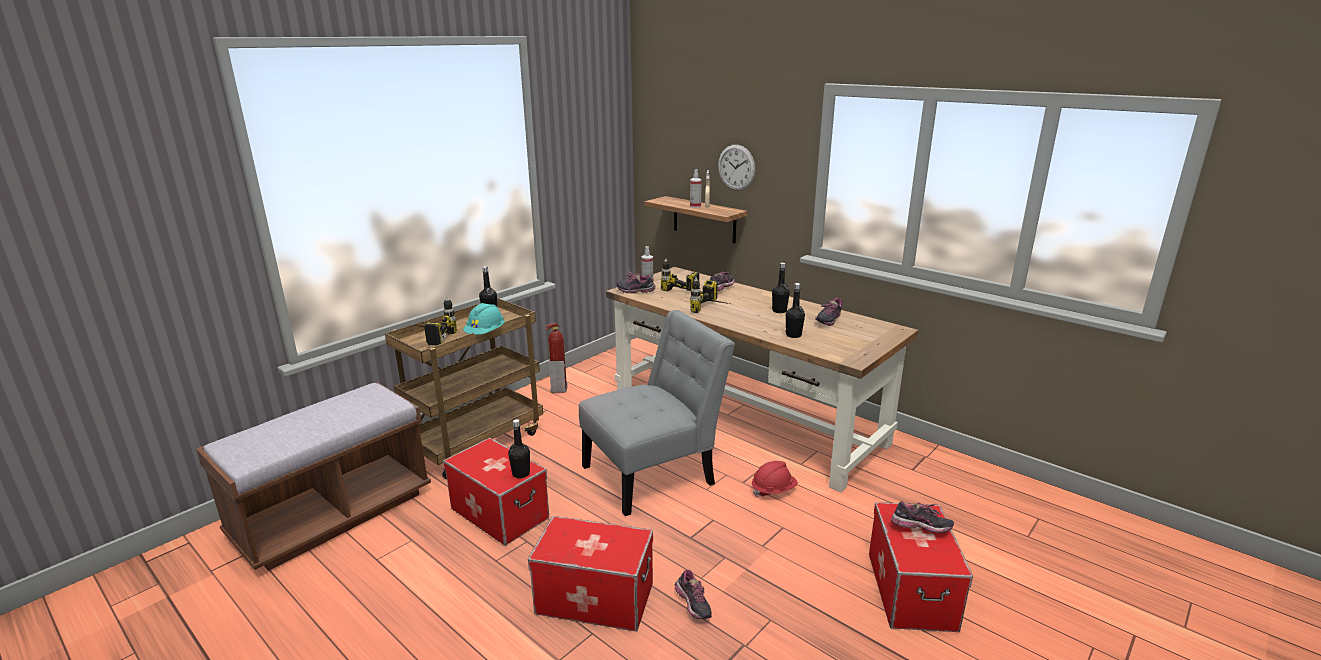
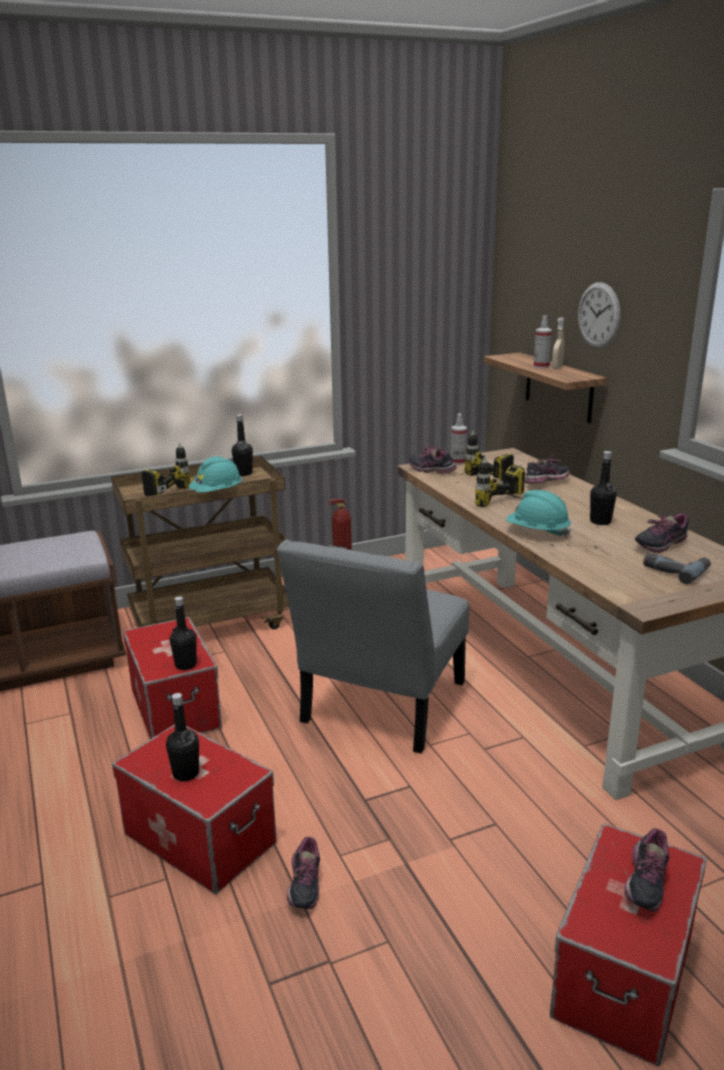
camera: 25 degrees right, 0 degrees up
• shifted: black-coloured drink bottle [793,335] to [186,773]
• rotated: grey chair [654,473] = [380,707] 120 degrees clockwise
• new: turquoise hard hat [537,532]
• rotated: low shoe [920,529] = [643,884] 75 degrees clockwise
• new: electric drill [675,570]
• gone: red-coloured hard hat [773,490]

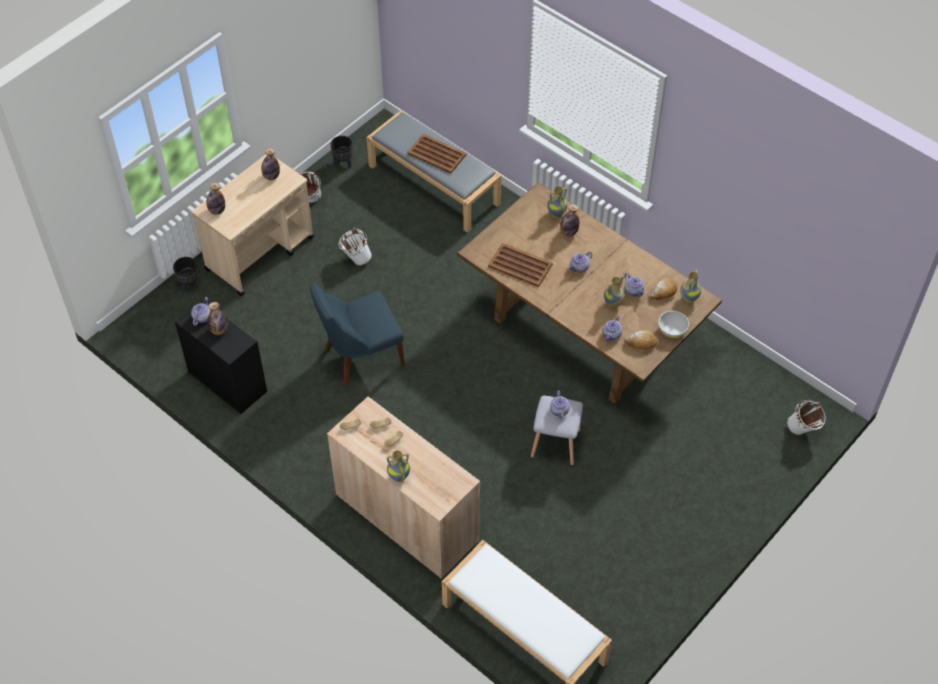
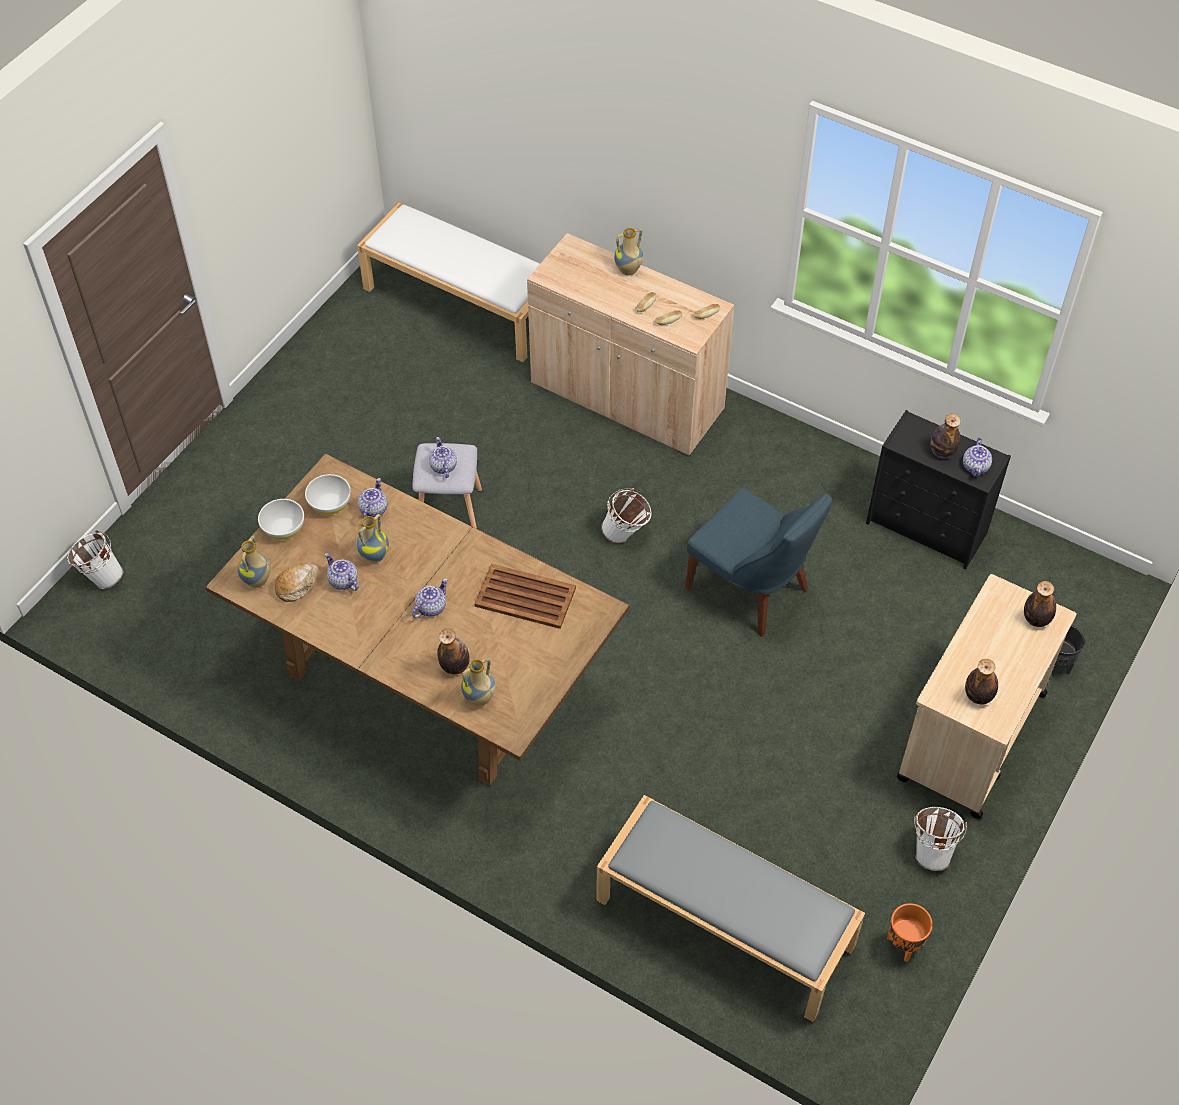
camera: 170 degrees right, 0 degrees up
• swapped: baked bread [641,343] to whitish serving bowl [330,503]
• shifted: whitish bucket [355,258] to [626,534]
• rotated: blue-coloured chair [361,357] = [751,590] 75 degrees clockwise
• repainted: black-coloured planter [343,163] to orange-coloured planter [903,945]
• gone: brown-coloured tray [436,154]

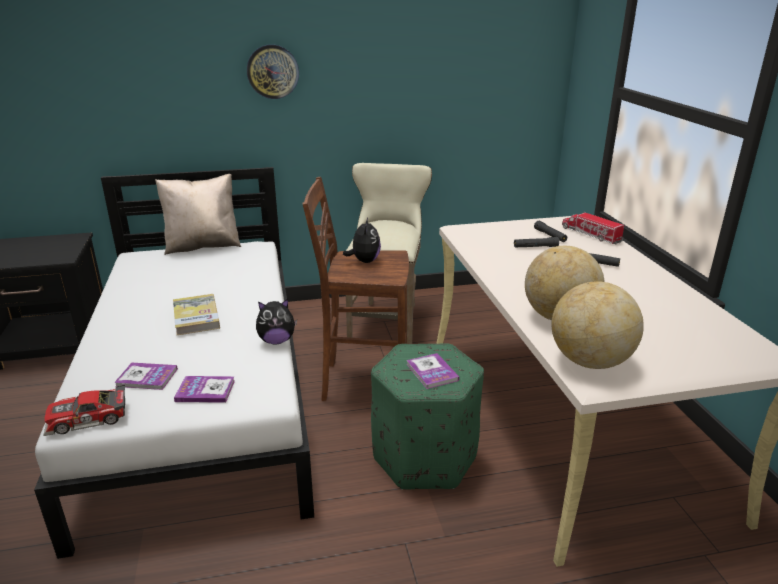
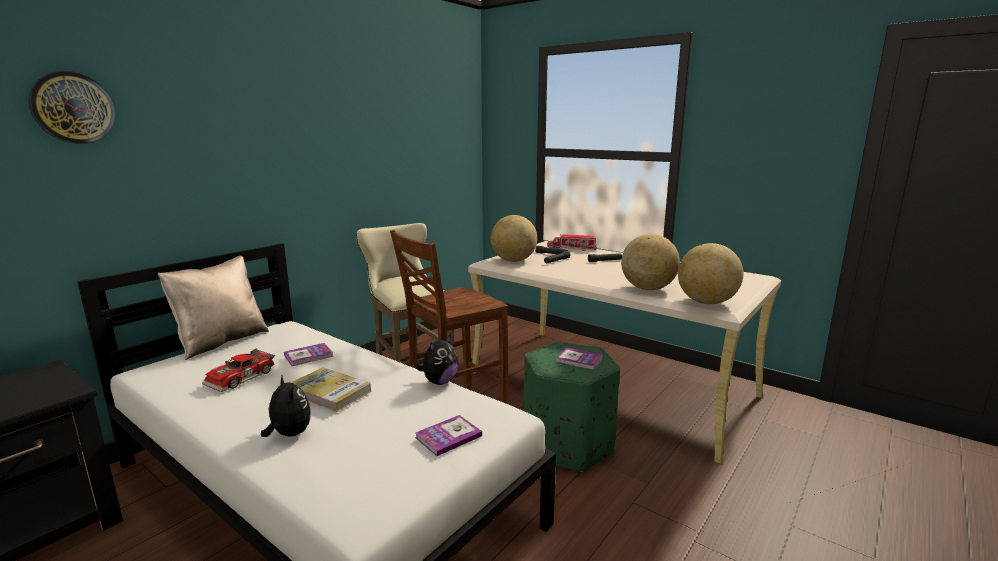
camera: 40 degrees left, 10 degrees down
• shifted: clock on the wall [273,71] to [73,108]
• shifted: model car [88,420] to [242,378]
• shifted: plush toy [364,261] to [289,434]
• shifted: volume [147,377] to [308,356]
• new: world globe [513,261]

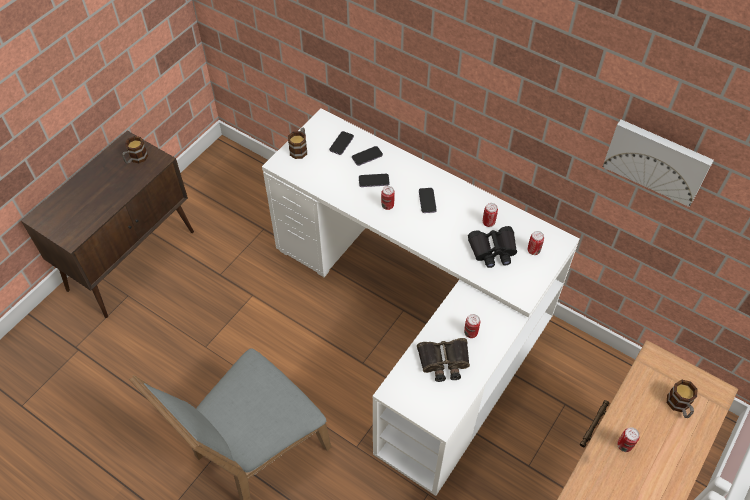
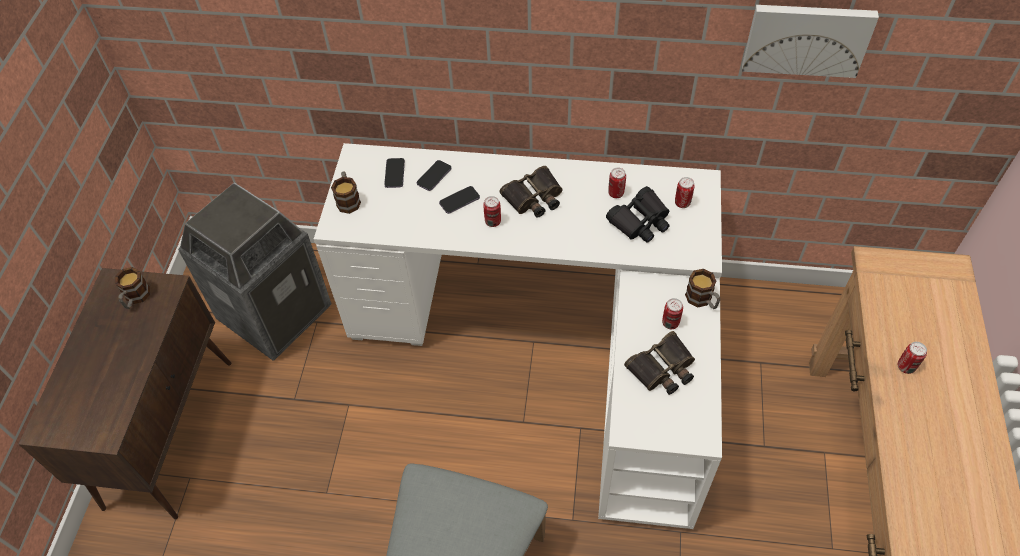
camera: 25 degrees left, 0 degrees up
• new: trash can [275,312]
• swapped: telephone [427,201] to pair of binoculars [534,198]
• shifted: tea mug [679,406] to [702,300]

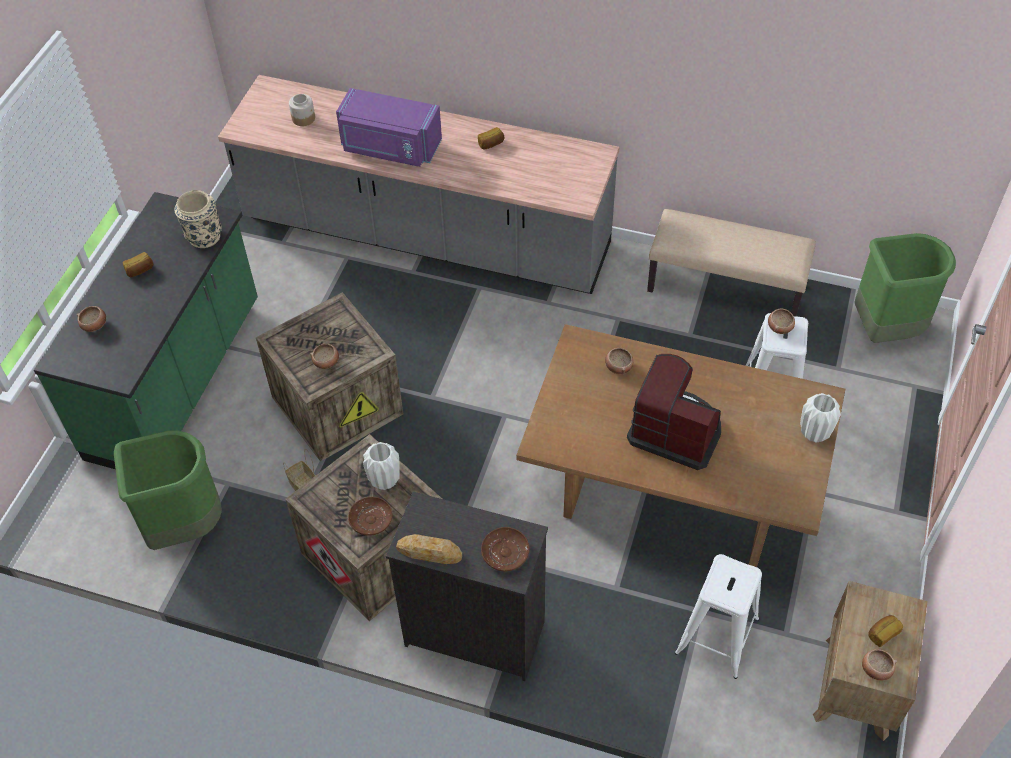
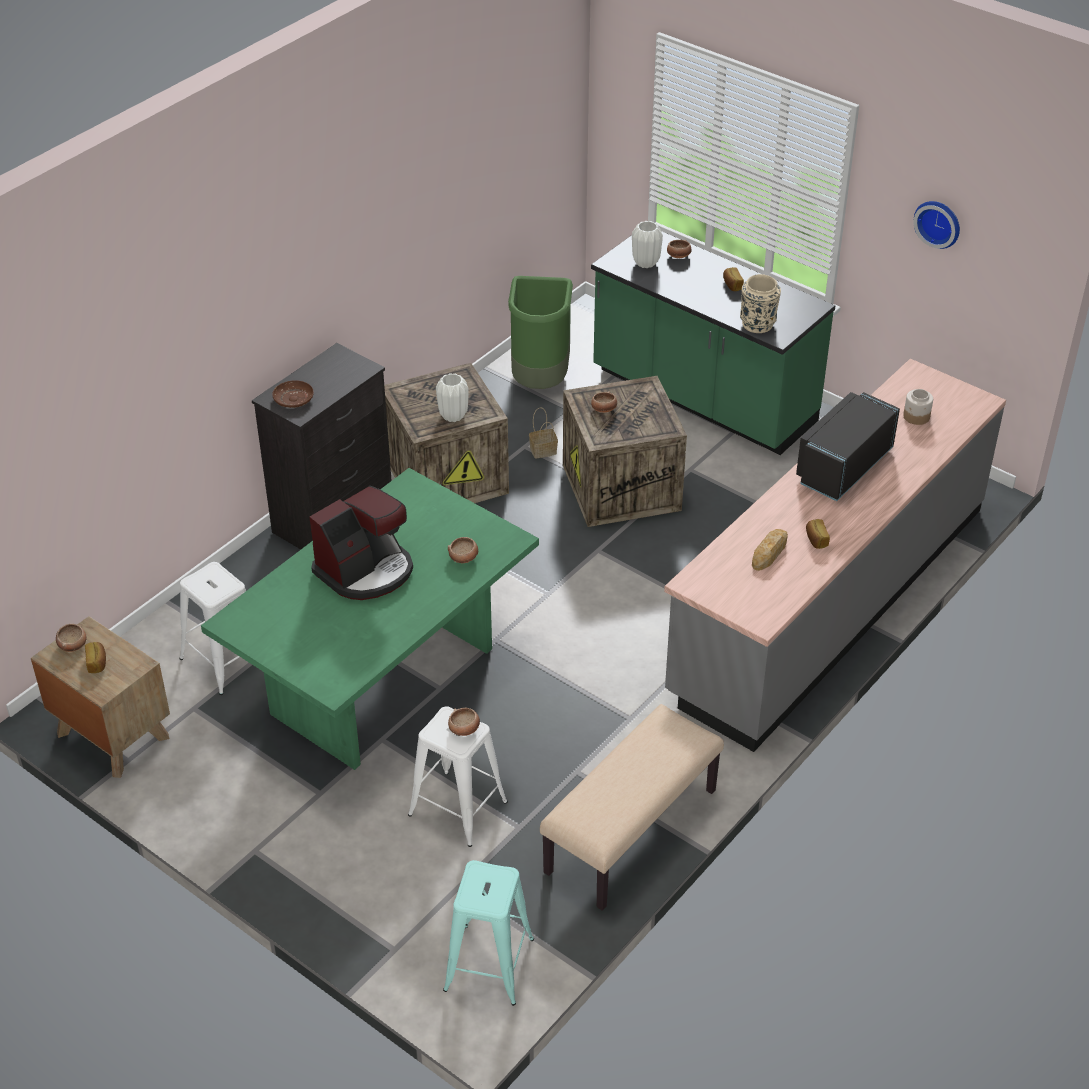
camera: 110 degrees right, 10 degrees down
• repainted: brown-coloured dining table [669,497] to greenish dining table [382,680]
• swapped: greenish trash can [887,329] to turquoise stool seat [489,964]
• shifted: whitish flower vase [814,433] to [646,263]
• shifted: baked bread [429,552] to [770,552]
• repainted: purple microwave [390,148] to black-coloured microwave [842,466]
• new: clock on the wall [938,222]
• gone: brown-coloured dinner plate [371,520]

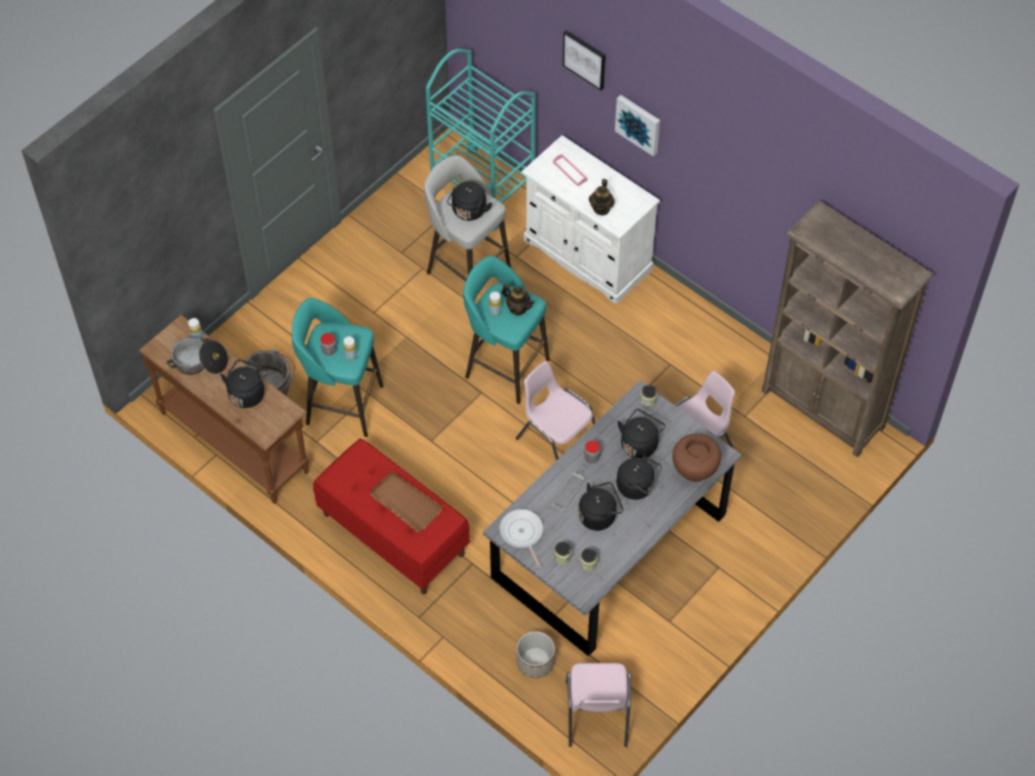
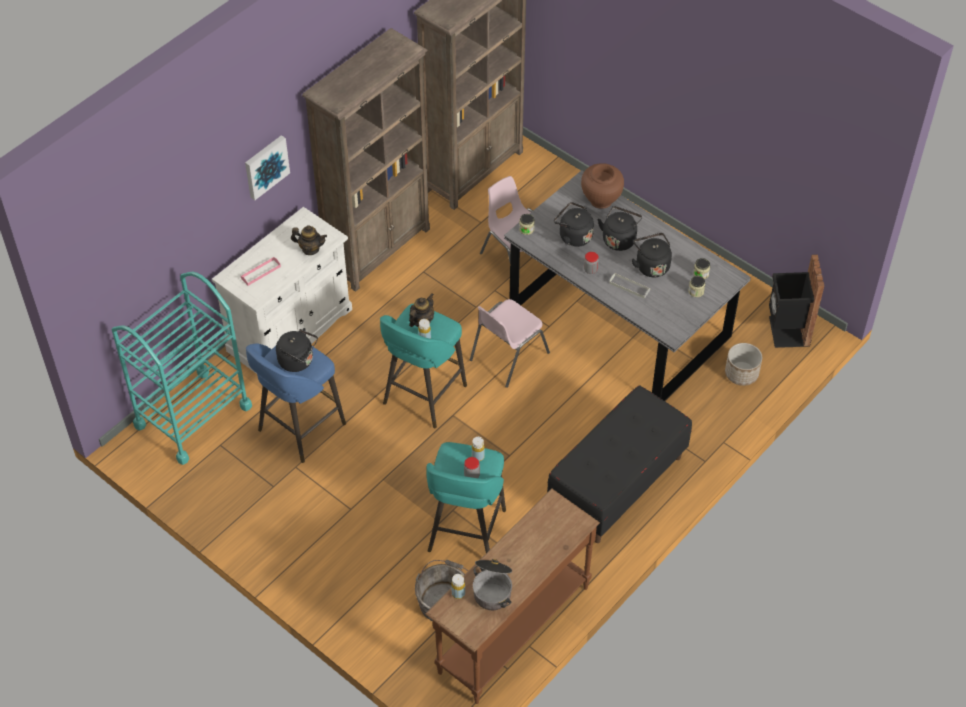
camera: 90 degrees left, 5 degrees down
• repainted: grey stool seat [466,269] to blue-coloured stool seat [299,428]
• new: brown-coloured shelving unit [378,249]
• repainted: red-coloured long seat [393,534] to black-coloured long seat [617,484]
• swapped: pink-coloured chair [596,715] to black-coloured trash can [786,331]
• gone: black-coloured water kettle [247,393]
• gone: brown-coloured tray [405,503]
• gone: frying pan [522,533]
• gone: picture [585,59]

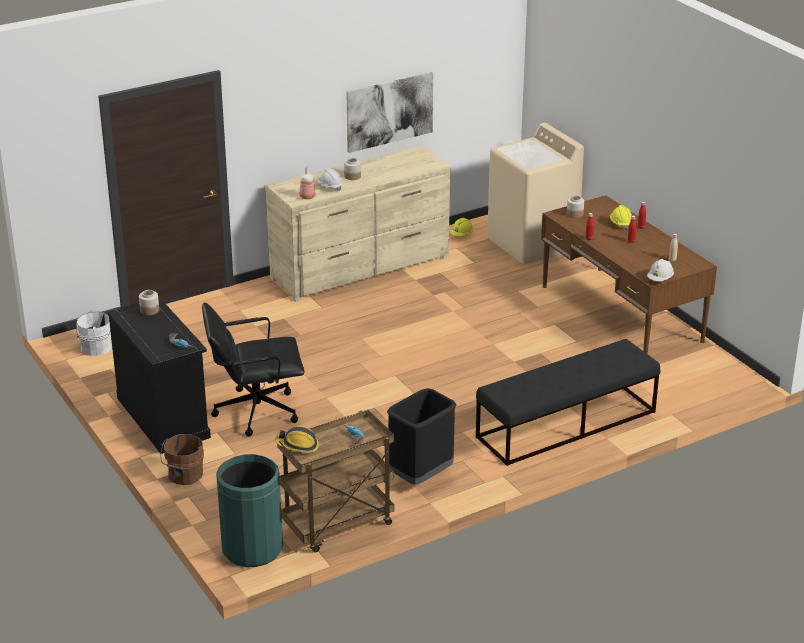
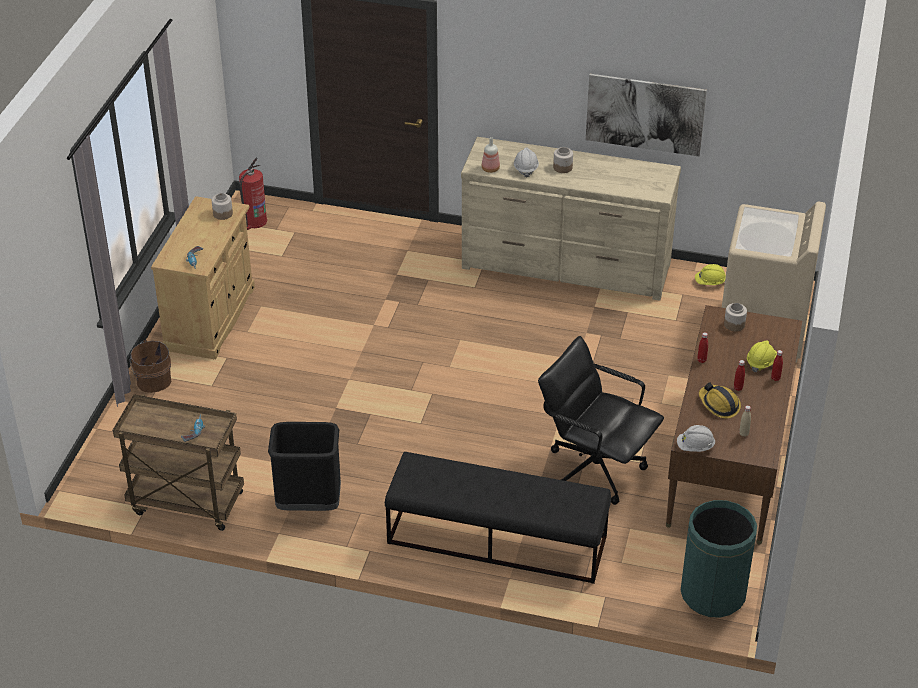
camera: 45 degrees right, 10 degrees up
• repainted: black-coloured storage cabinet [163,417] to sand-coloured storage cabinet [210,318]
• swapped: whitish bucket [94,348] to fire extinguisher [254,221]
• shifted: black-coloured desk chair [255,411] to [595,469]
• shifted: greenish trash can [252,549] to [712,594]
• shifted: hard hat [298,445] to [719,405]

